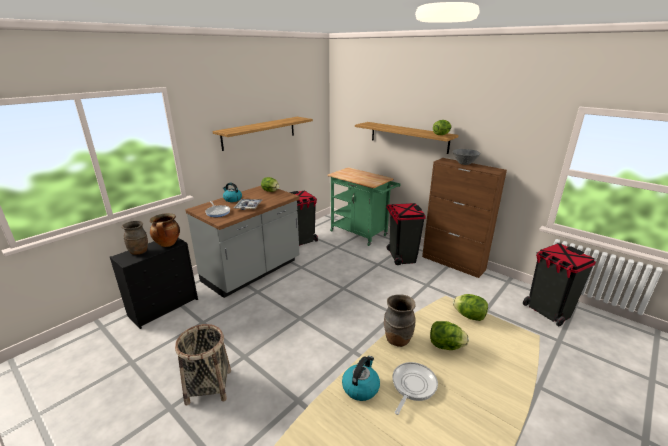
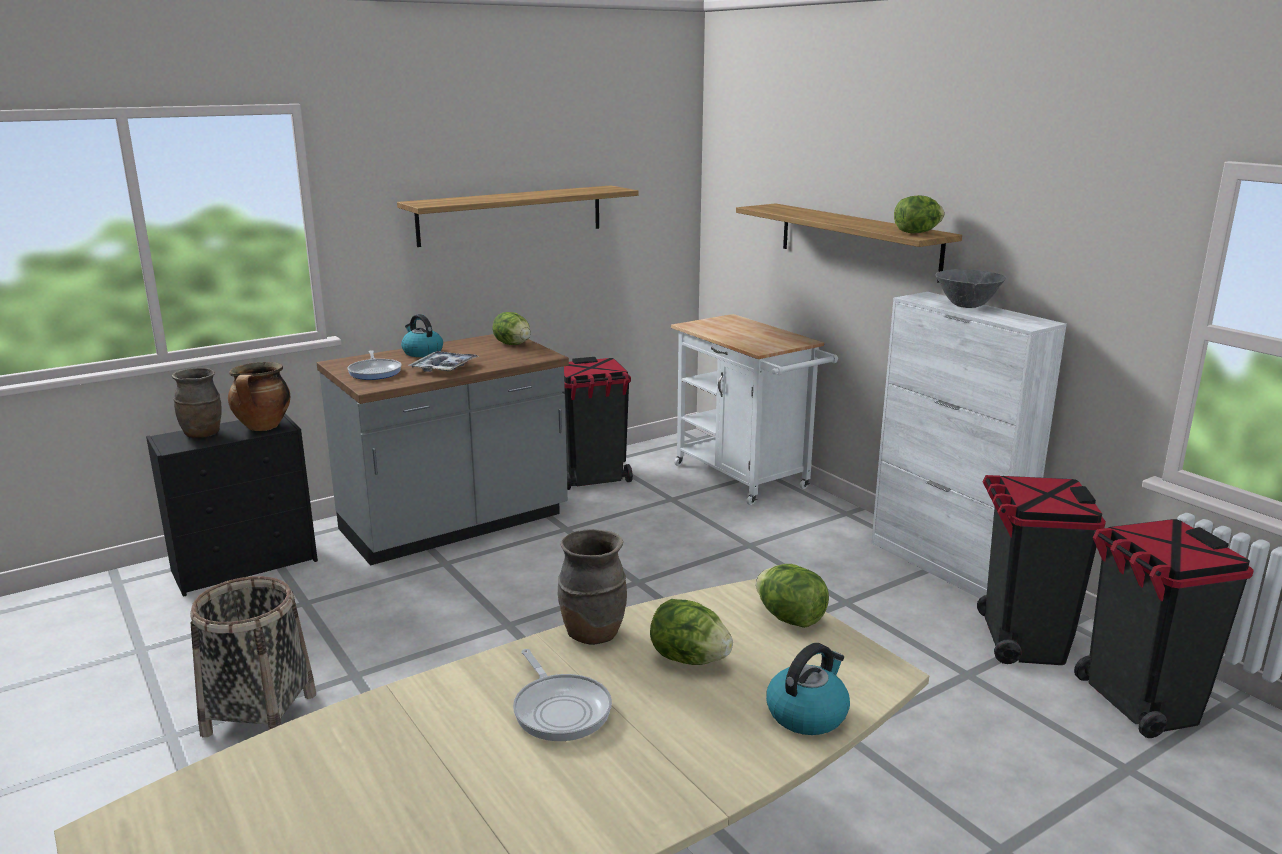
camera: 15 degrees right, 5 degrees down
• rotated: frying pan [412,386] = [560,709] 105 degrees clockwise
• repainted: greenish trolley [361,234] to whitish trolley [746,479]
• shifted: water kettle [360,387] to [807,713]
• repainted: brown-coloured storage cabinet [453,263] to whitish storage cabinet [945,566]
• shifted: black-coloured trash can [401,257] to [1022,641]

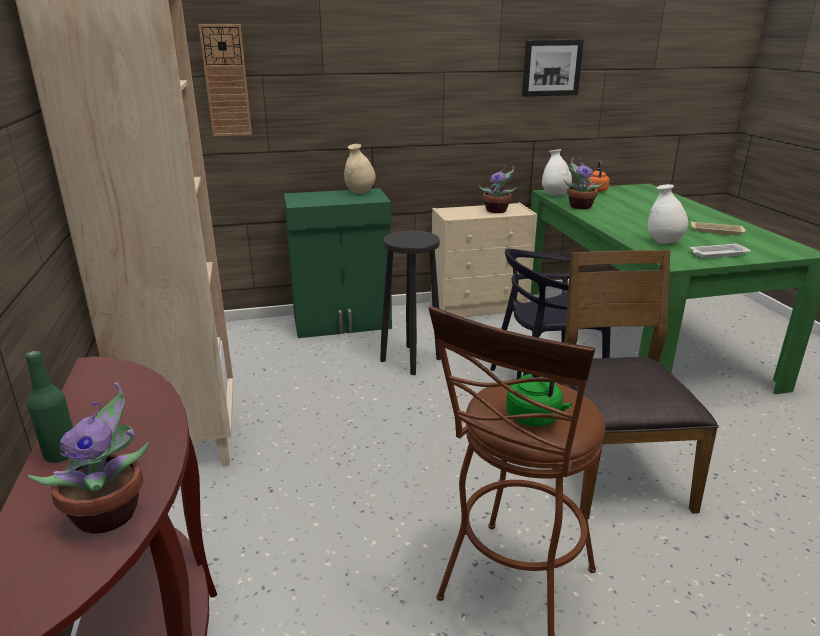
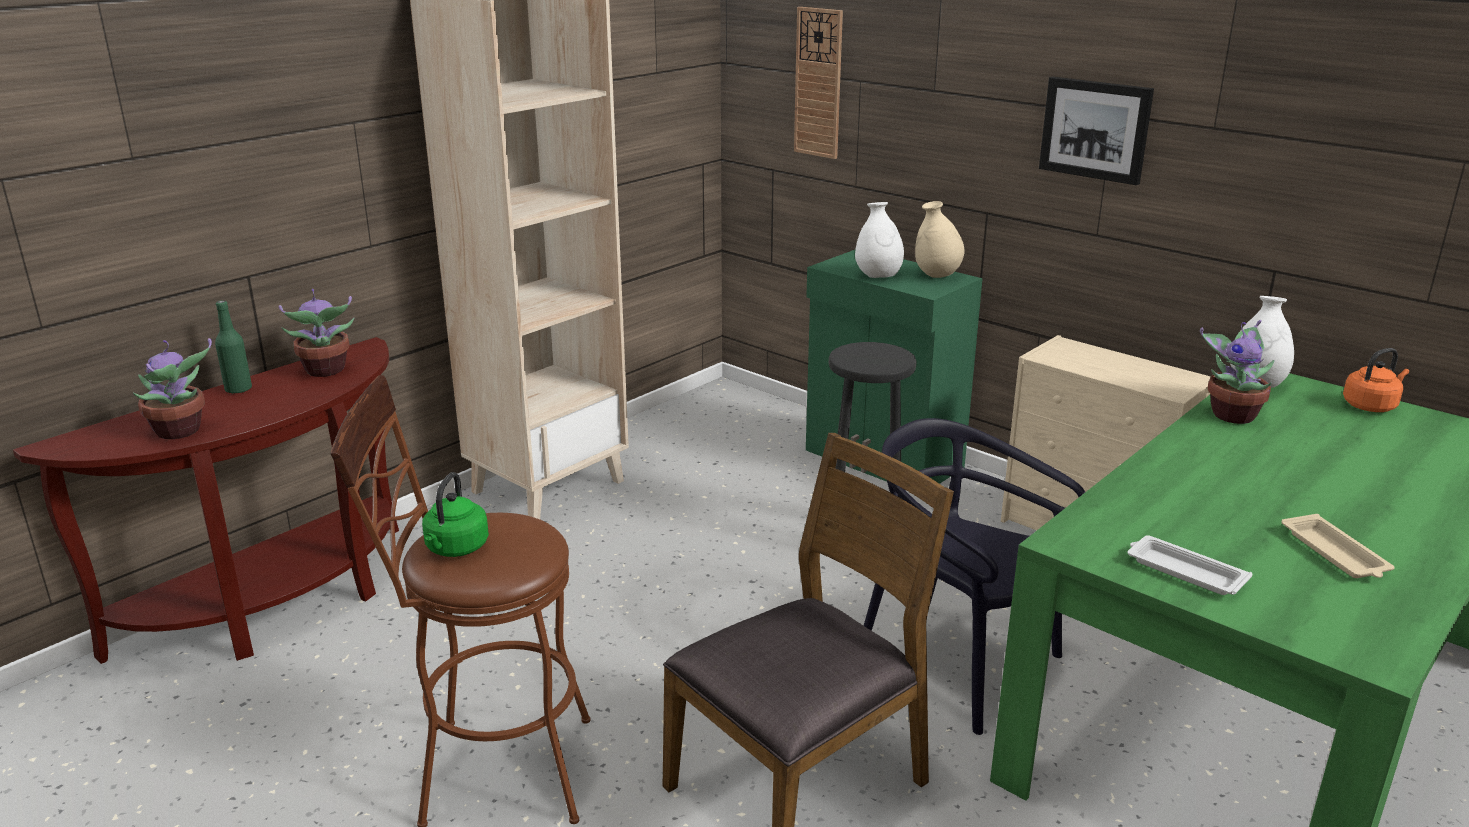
camera: 55 degrees right, 0 degrees up
• shifted: plant in a pot [497,211] to [325,371]
• shifted: whitish flower vase [664,242] to [878,277]
• shifted: picture [551,68] to [1095,129]

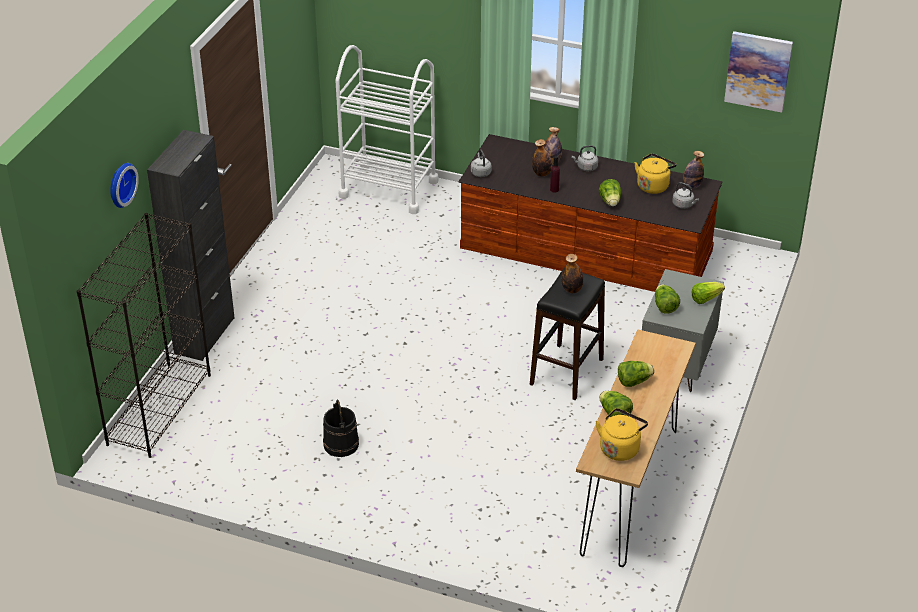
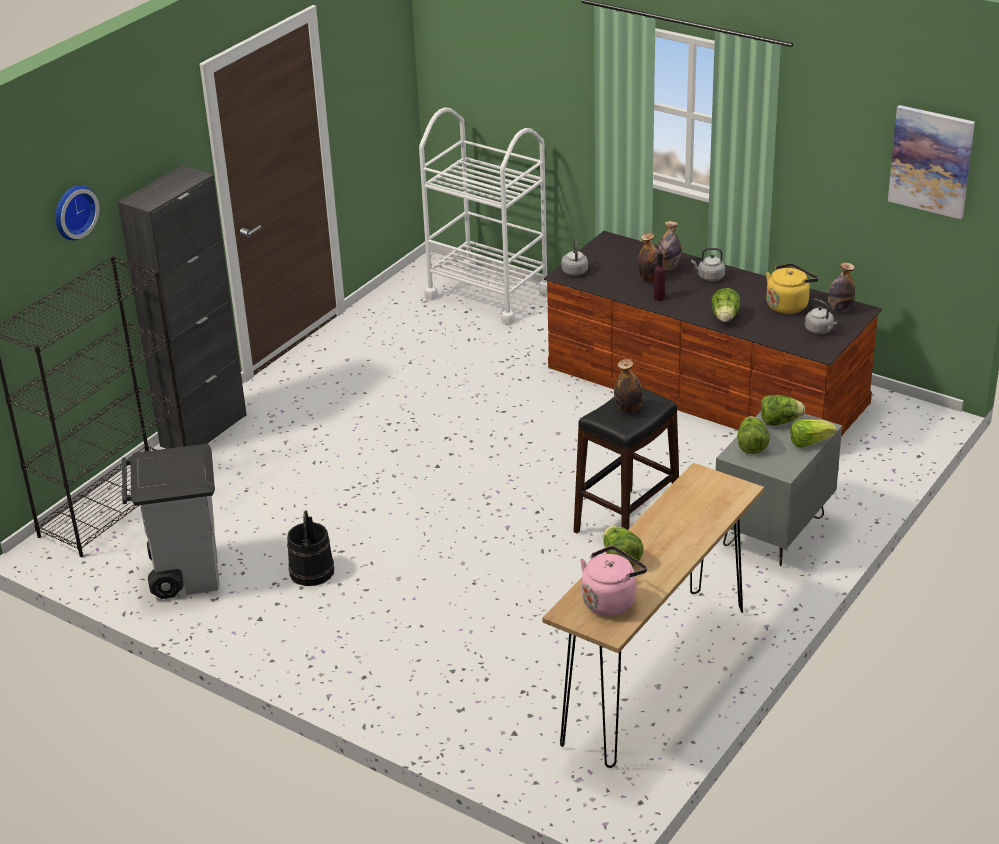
camera: 15 degrees right, 5 degrees down
• new: grey trash can [184,573]
• repainted: yellow water kettle [620,448] to pink-coloured water kettle [611,600]
• shifted: head of lettuce [634,381] to [780,422]

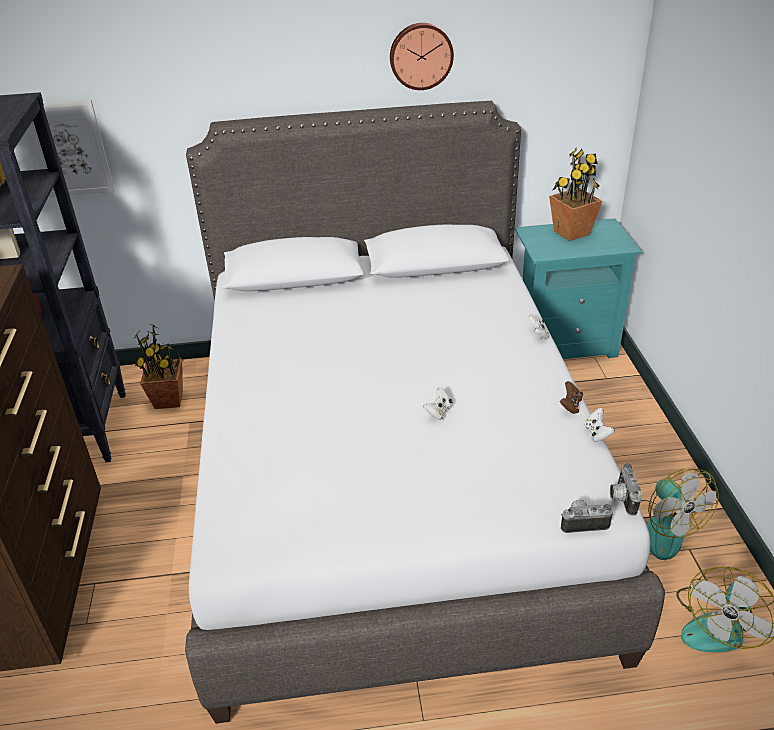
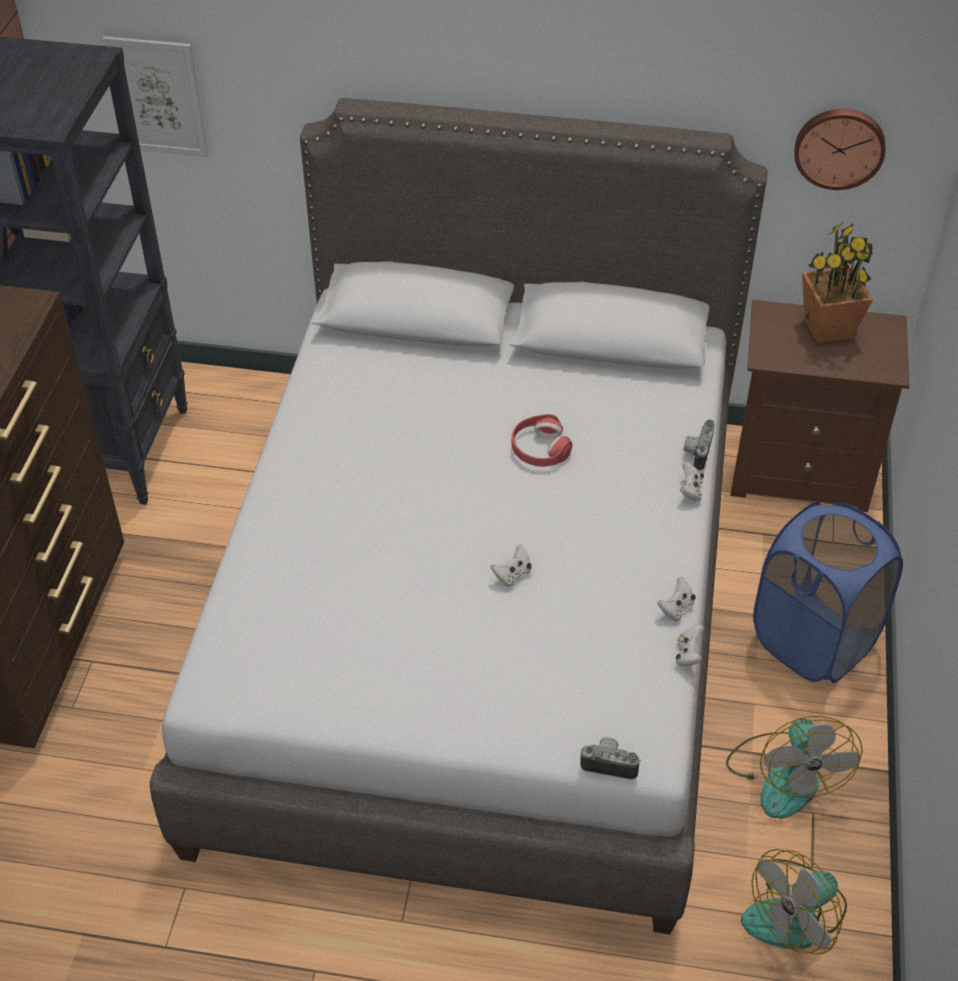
camera: 15 degrees right, 10 degrees up
• new: red-coloured headphones [540,449]
• repainted: brown-coloured joypad [570,406] to whitish joypad [676,608]
• shifted: photo camera [621,498] to [696,452]
• repainted: turquoise night table [564,343] to brown-coloured night table [800,471]
• new: blue-coloured washing basket [813,641]
• shifted: clock on the wall [421,56] to [839,146]
• gone: plant in a pot [169,400]

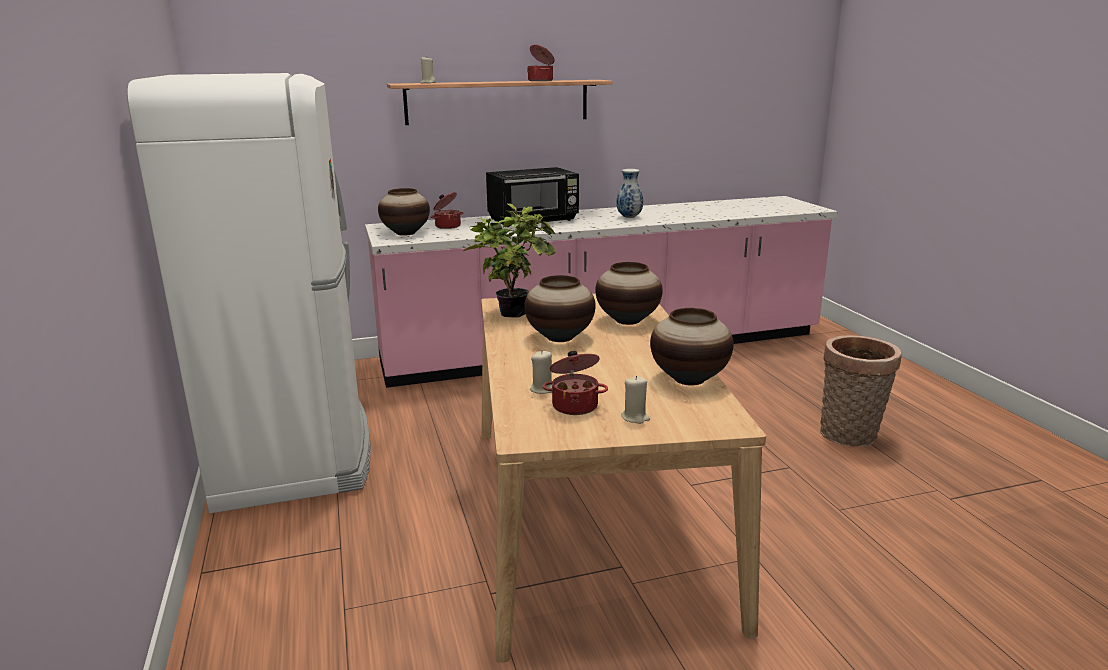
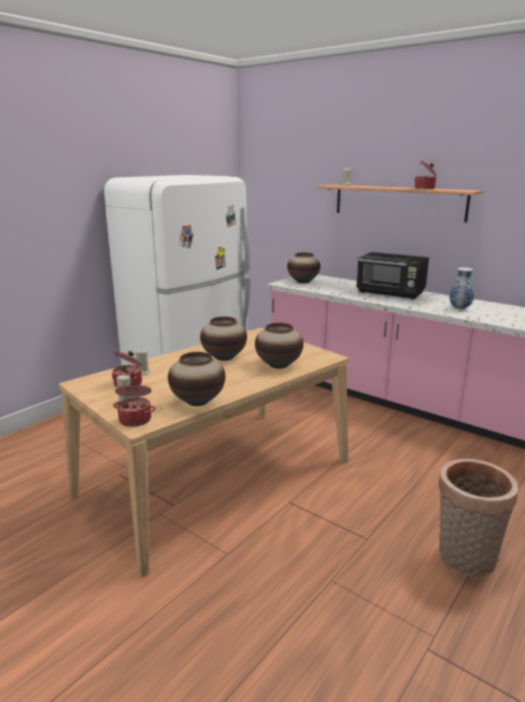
camera: 55 degrees right, 0 degrees up
• shifted: saucepot [447,226] to [135,419]
• gone: plant in a pot [514,312]

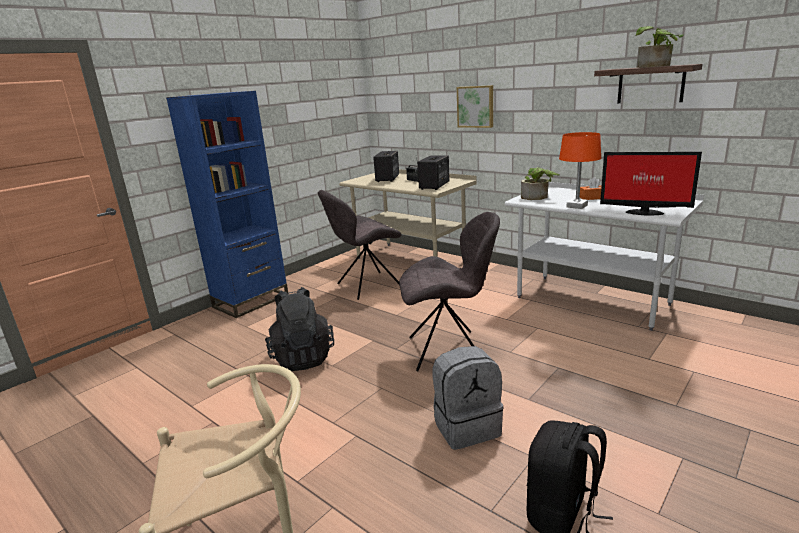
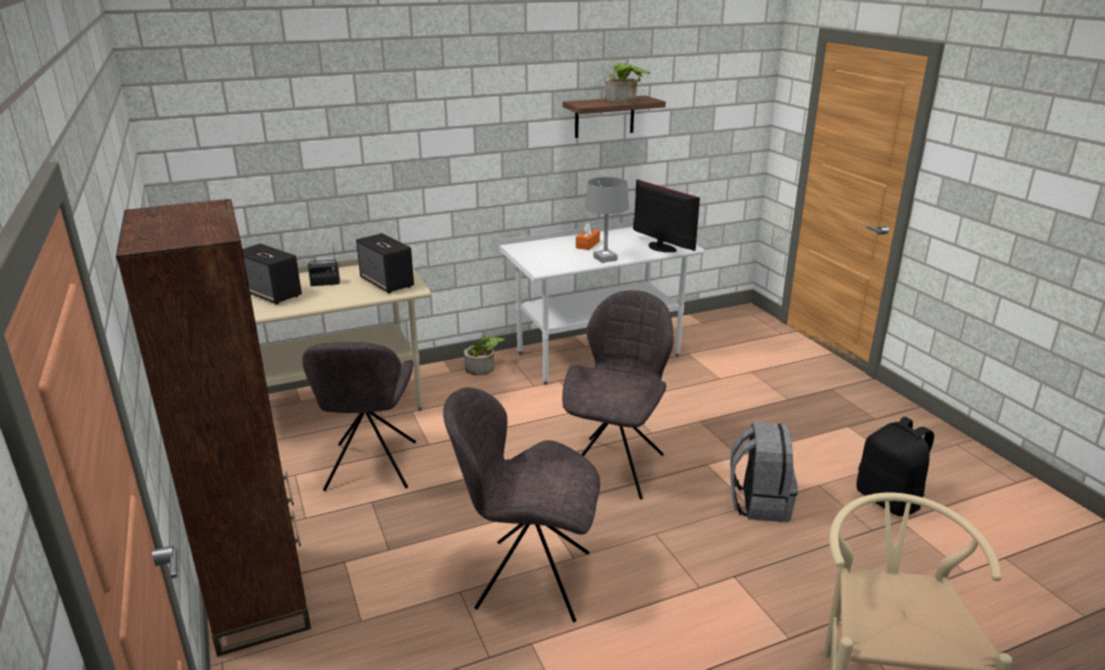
camera: 65 degrees left, 5 degrees up
• repainted: blue-coloured shelving unit [251,301] to brown-coloured shelving unit [260,598]
• swapped: black-coloured rucksack [302,357] to grey chair [528,579]
• shifted: plant in a pot [537,197] to [484,367]
• repainted: orange-coloured lamp for a table [577,206] to grey lamp for a table [605,259]
• rotated: computer screen [643,212] = [661,248] 90 degrees counterclockwise
• gone: picture [476,106]

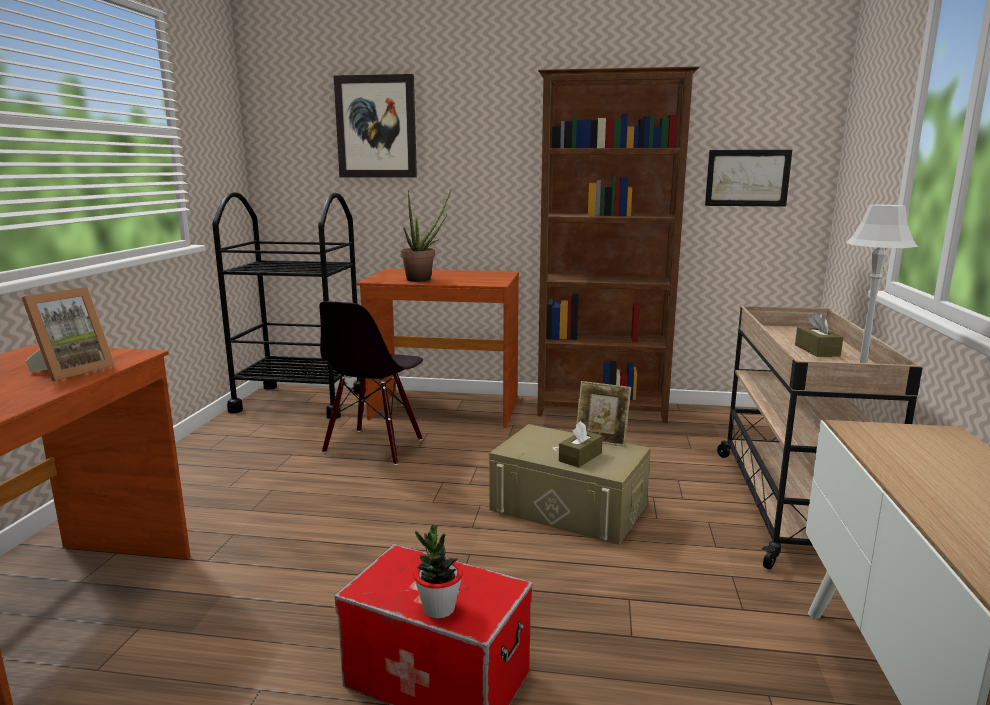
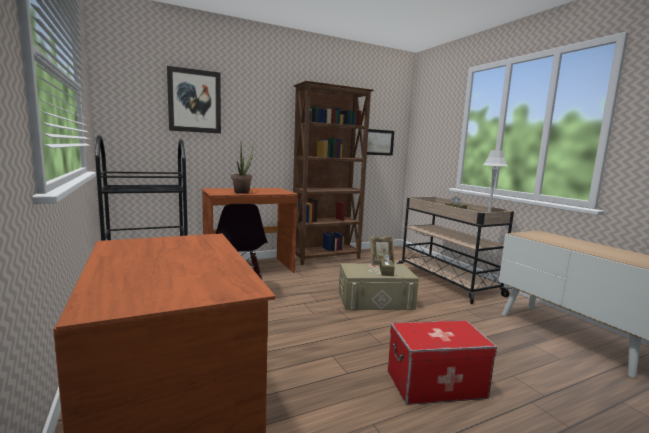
camera: 35 degrees left, 5 degrees down
• gone: standing frame [71,371]
• gone: plant in a pot [439,609]

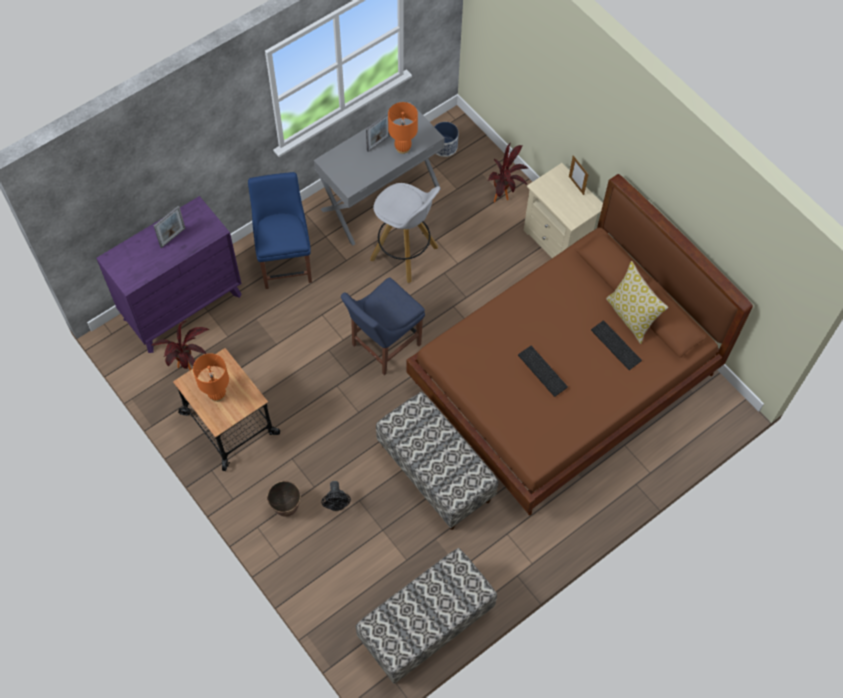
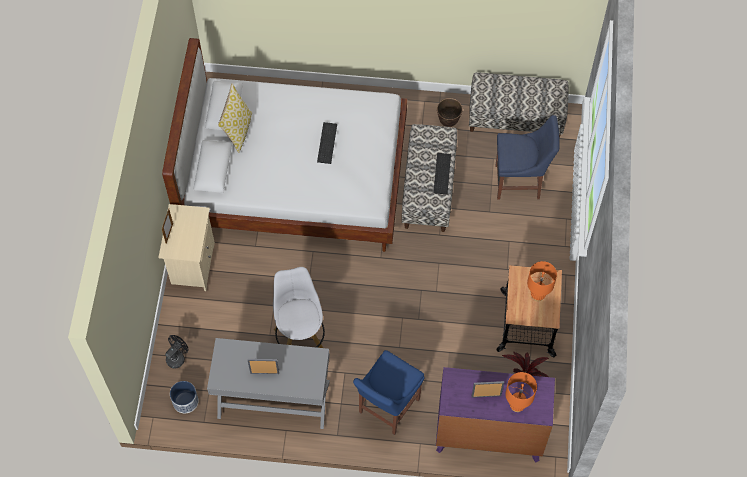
camera: 135 degrees left, 0 degrees up
• repainted: brown-coloured bedroom bed [563,381] to whitish bedroom bed [294,177]
• shifted: black-coloured fan [337,504] to [177,357]
• shifted: keyboard [617,345] to [441,173]
• shifted: planter [286,507] to [448,121]
• shifted: blue-coloured chair [383,346] to [520,182]
• shifted: orange-coloured lamp for a table [402,148] to [517,405]
• gone: plant in a pot [504,198]

